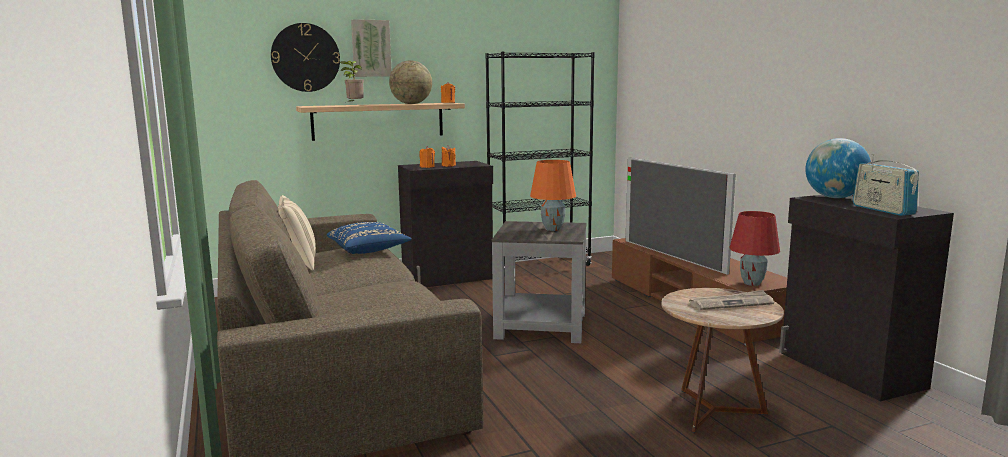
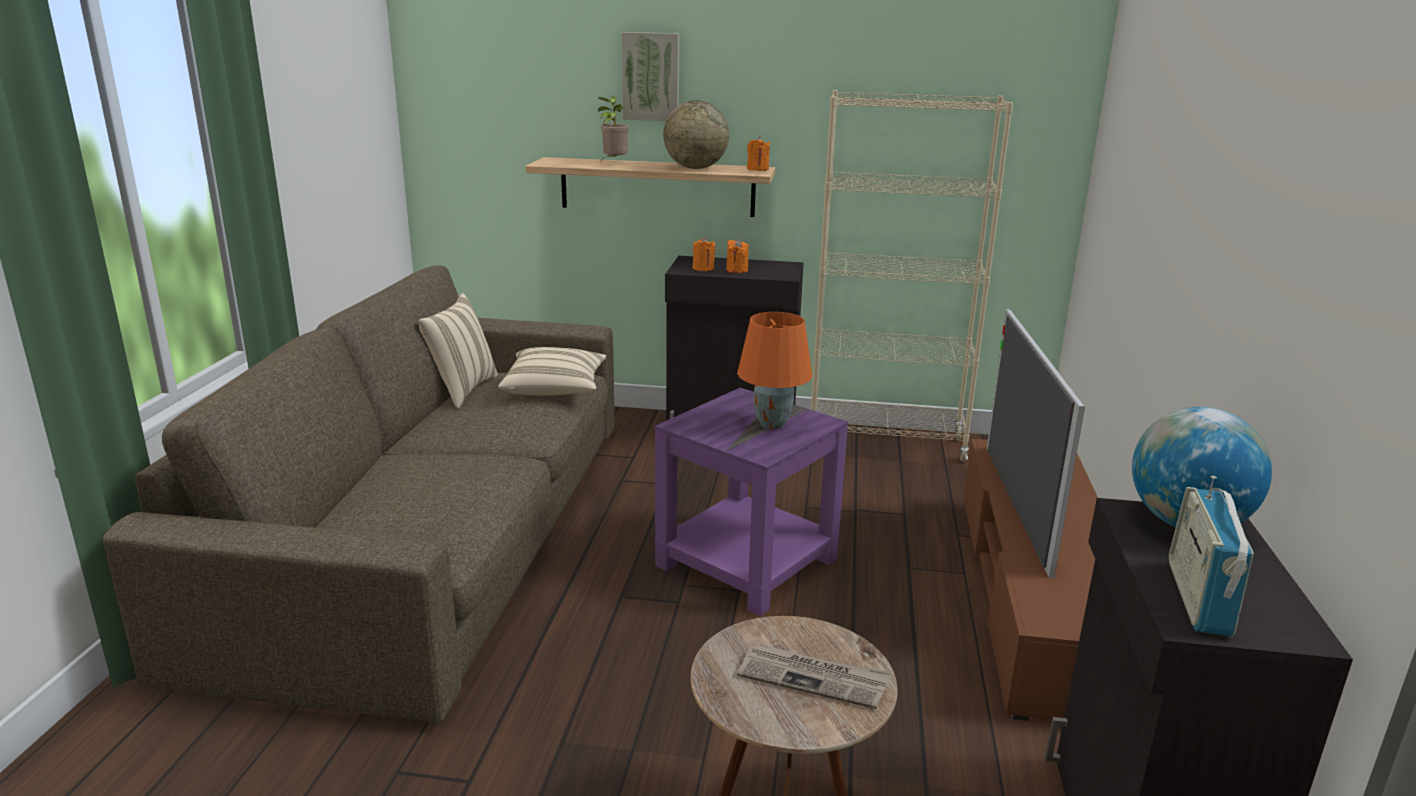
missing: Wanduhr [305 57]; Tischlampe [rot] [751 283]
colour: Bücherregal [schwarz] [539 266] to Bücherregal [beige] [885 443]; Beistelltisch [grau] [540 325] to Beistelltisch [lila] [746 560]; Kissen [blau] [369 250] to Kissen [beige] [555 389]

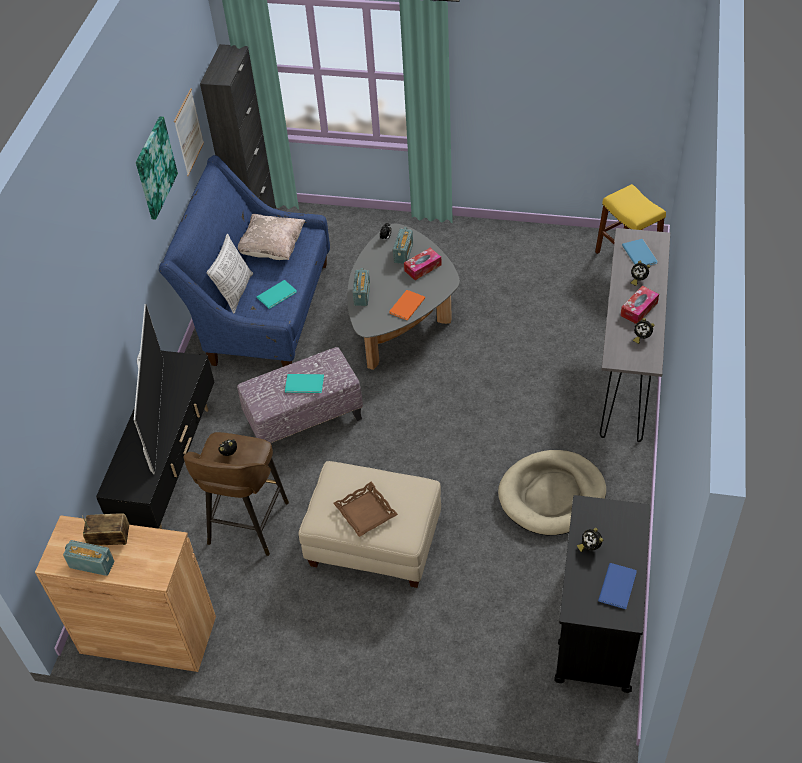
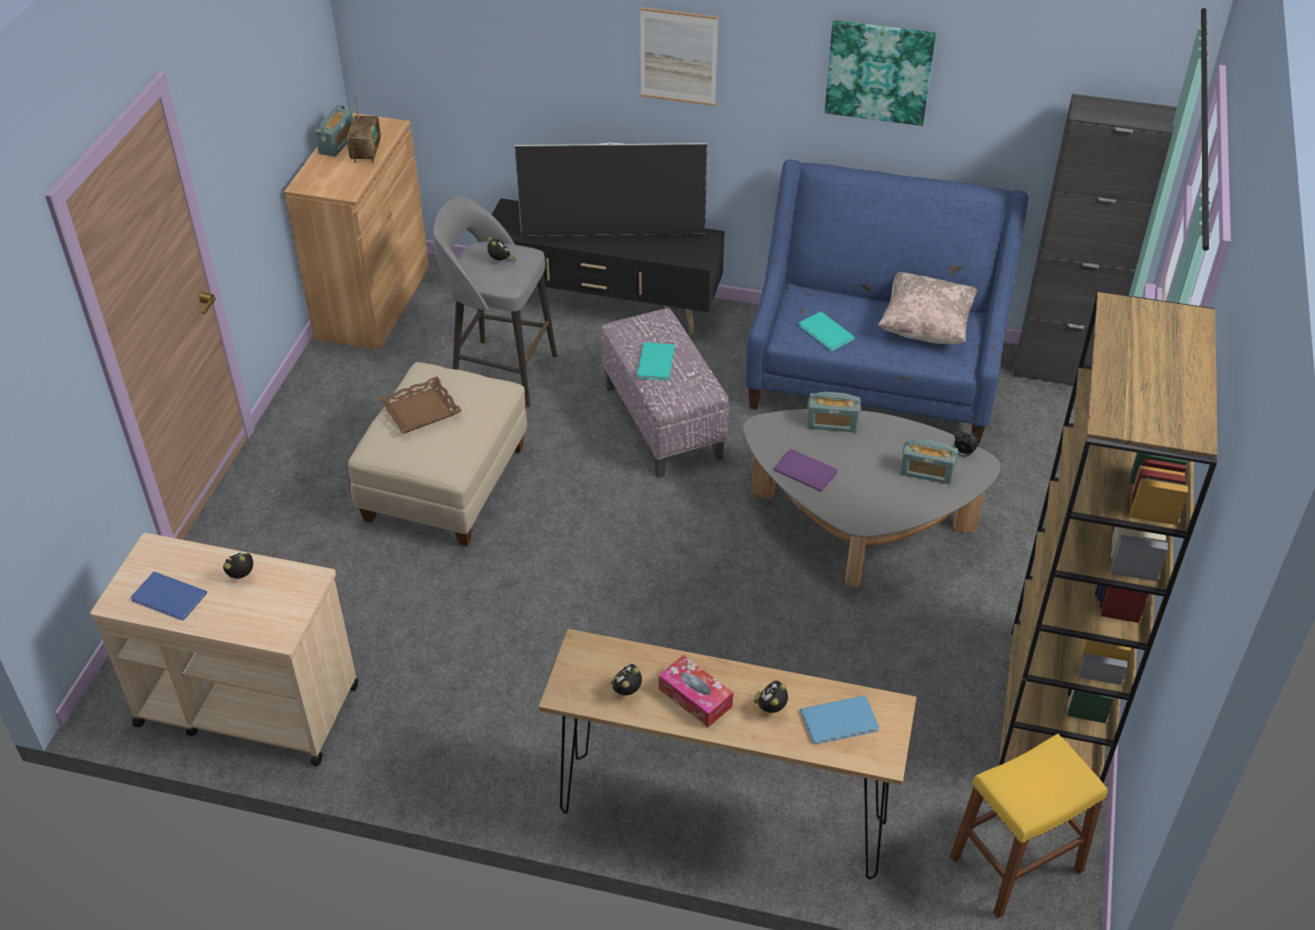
missing: Kissen [235 292]; Taschentuchbox [422 268]; Hundebett [beige] [552 495]
appeared: Bücherregal [braun] [1053 712]
relocated: Bild [188 132] to [678 57]
colour: Konsolentisch [grau] [626 371] to Konsolentisch [braun] [721 816]; Buch [orange] [405 306] to Buch [lila] [804 470]; Hocker [braun] [247 525] to Hocker [grau] [501 372]; Rollwagen [schwarz] [597 626] to Rollwagen [beige] [246 705]

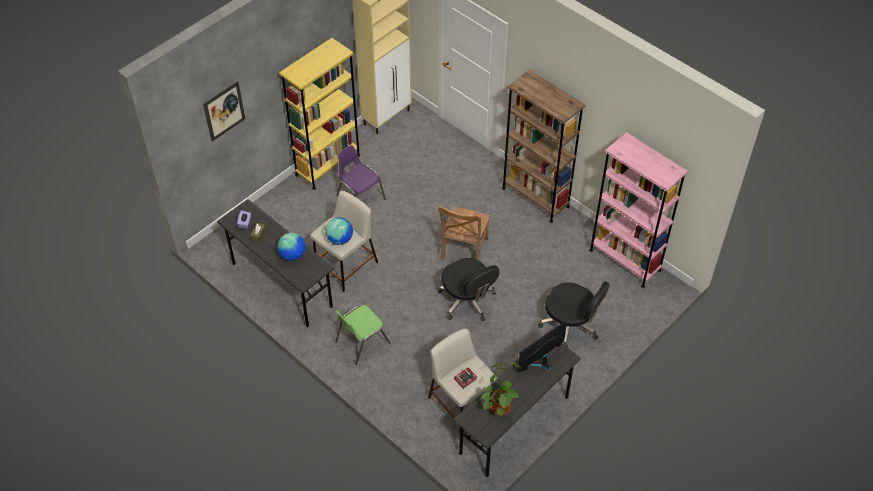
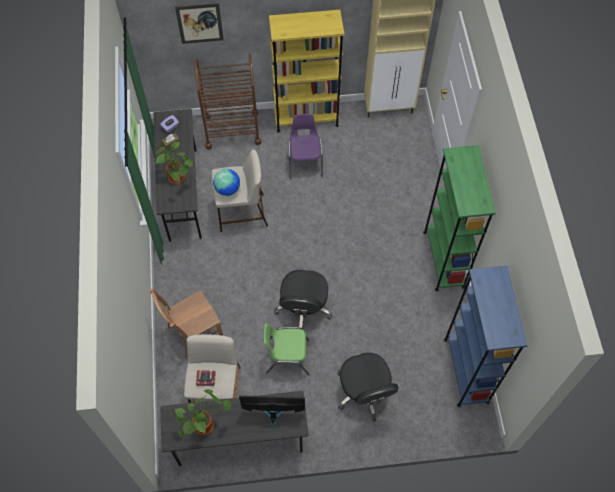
appeared: Rollwagen [braun] [232 130]
relocated: Stuhl [braun] [463 251] to [193 333]; Stuhl [grün] [361 342] to [287 356]
exchanged: Globus [293 255] to Topfpflanze [178 178]
colour: Bücherregal [braun] [535 197] to Bücherregal [grün] [443 259]; Bücherregal [rosa] [625 260] to Bücherregal [blau] [466 370]

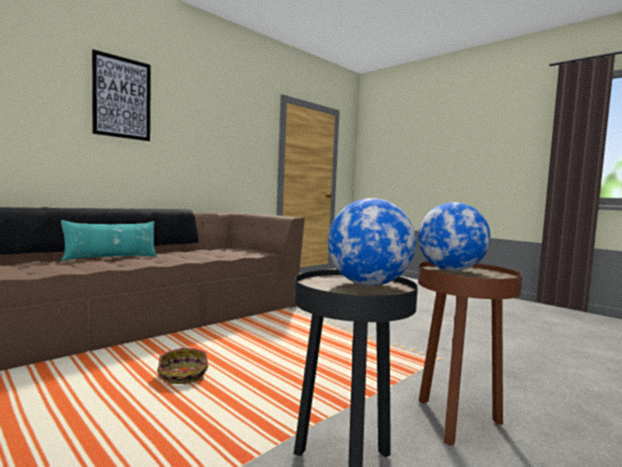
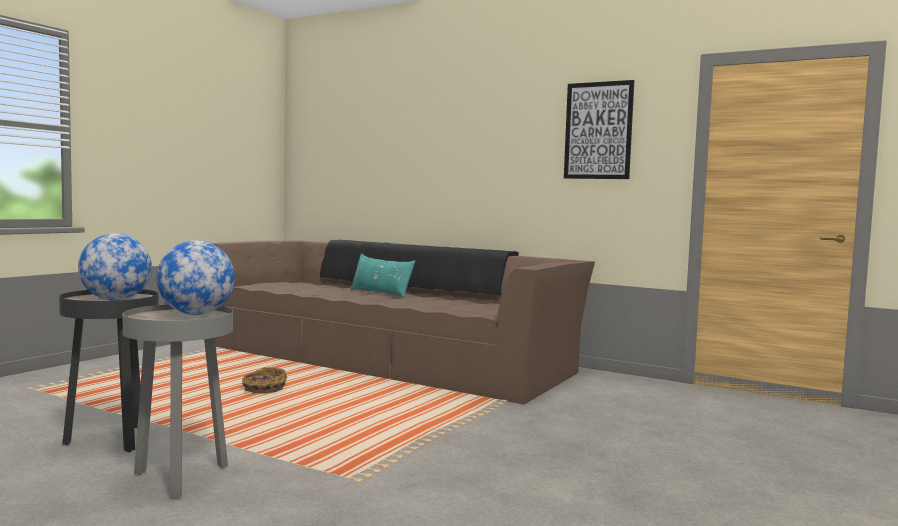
relocated: Bild [122 98] to [598 130]
colour: Beistelltisch [braun] [456 422] to Beistelltisch [grau] [179 479]

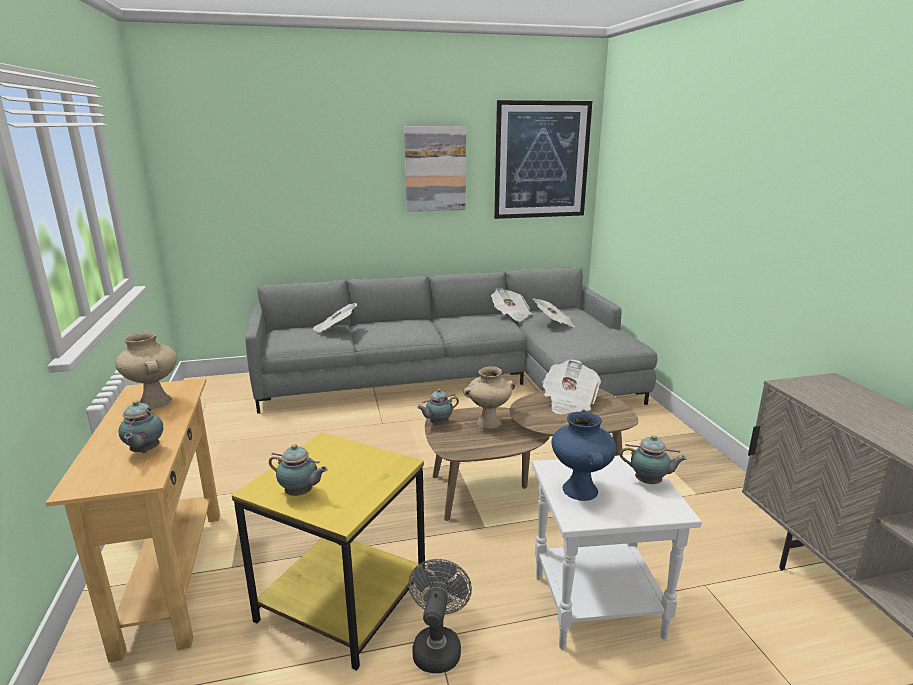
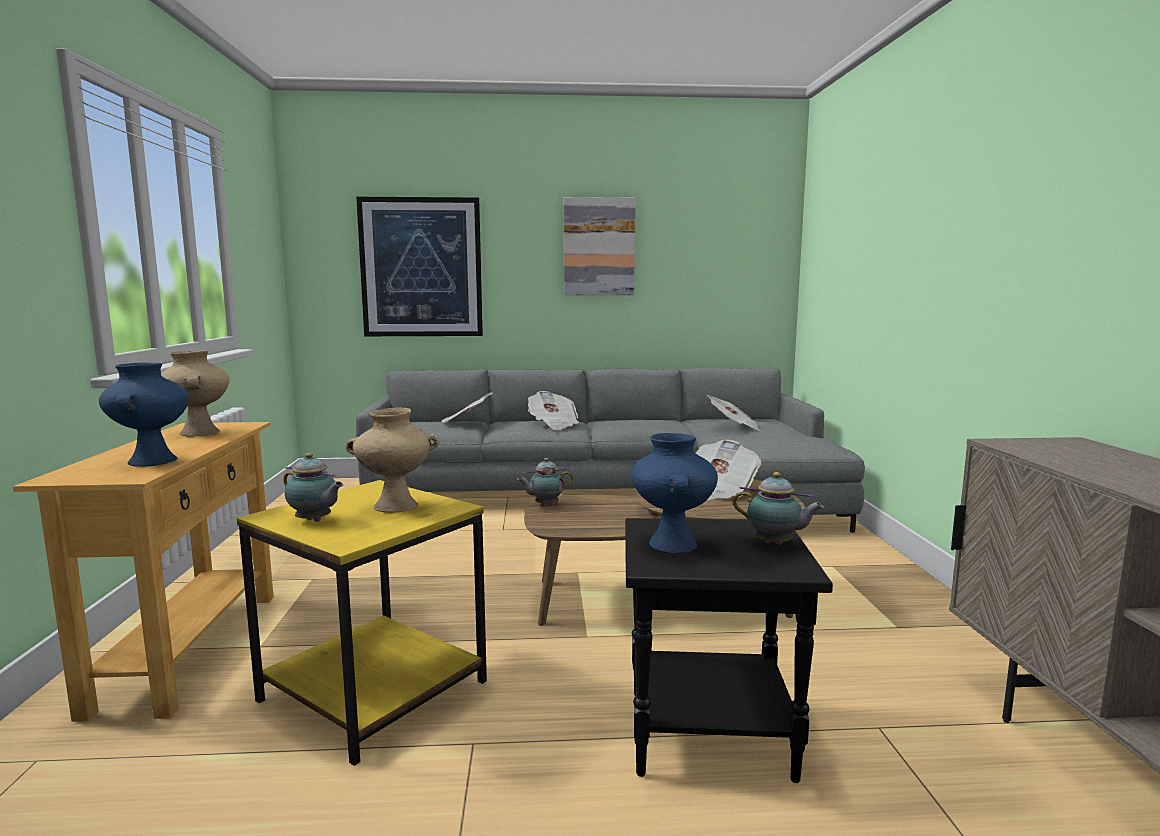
missing: Ventilator [grau] [437 646]
relocated: Bild [541 160] to [421 267]; Zeitung [511 315] to [553 424]; Vase [beige] [488 423] to [394 507]
exchanged: Teekanne [144 451] to Vase [blau] [152 461]
colour: Beistelltisch [weiß] [596 608] to Beistelltisch [schwarz] [707 736]

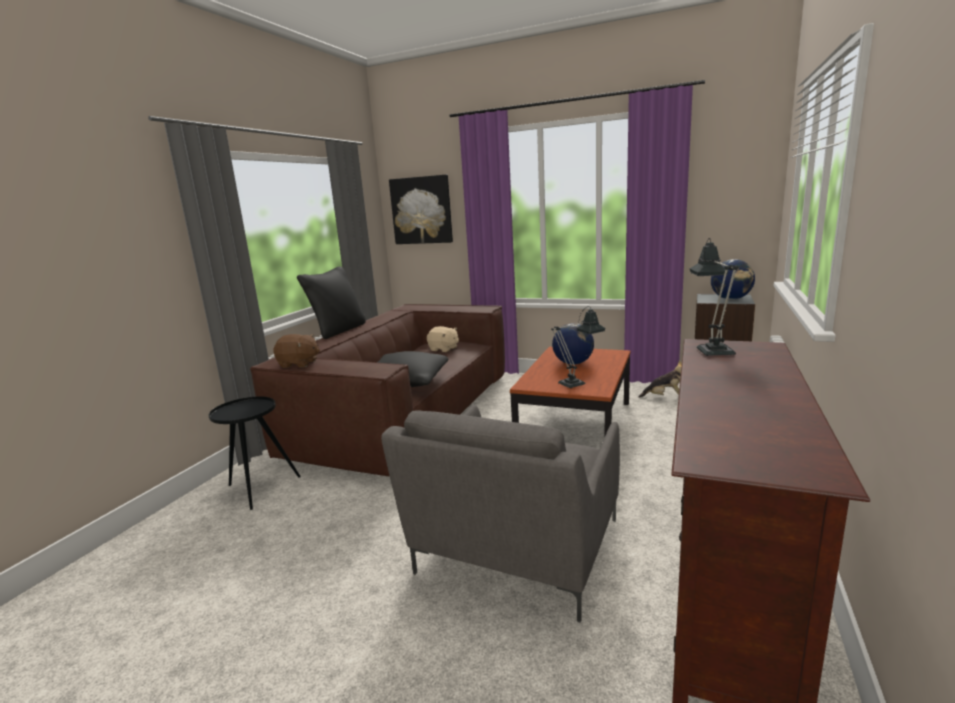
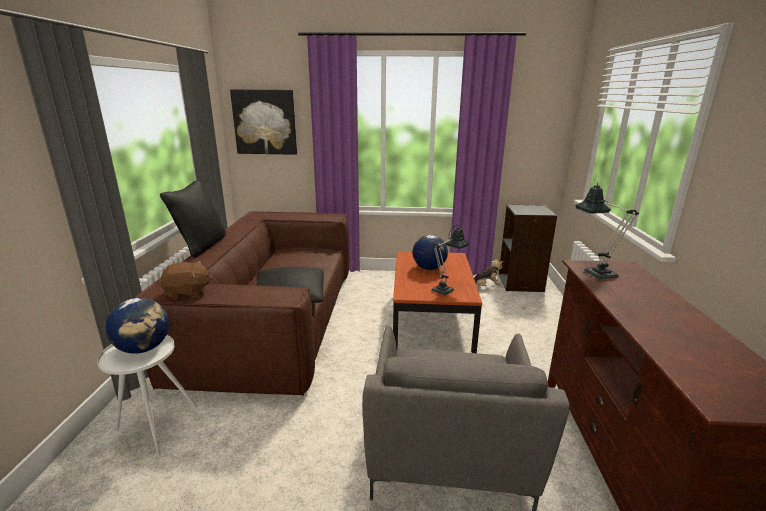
missing: Plüschtier [beige] [443 349]
relocated: Globus [731 299] to [144 348]
colour: Beistelltisch [schwarz] [259 488] to Beistelltisch [weiß] [156 428]

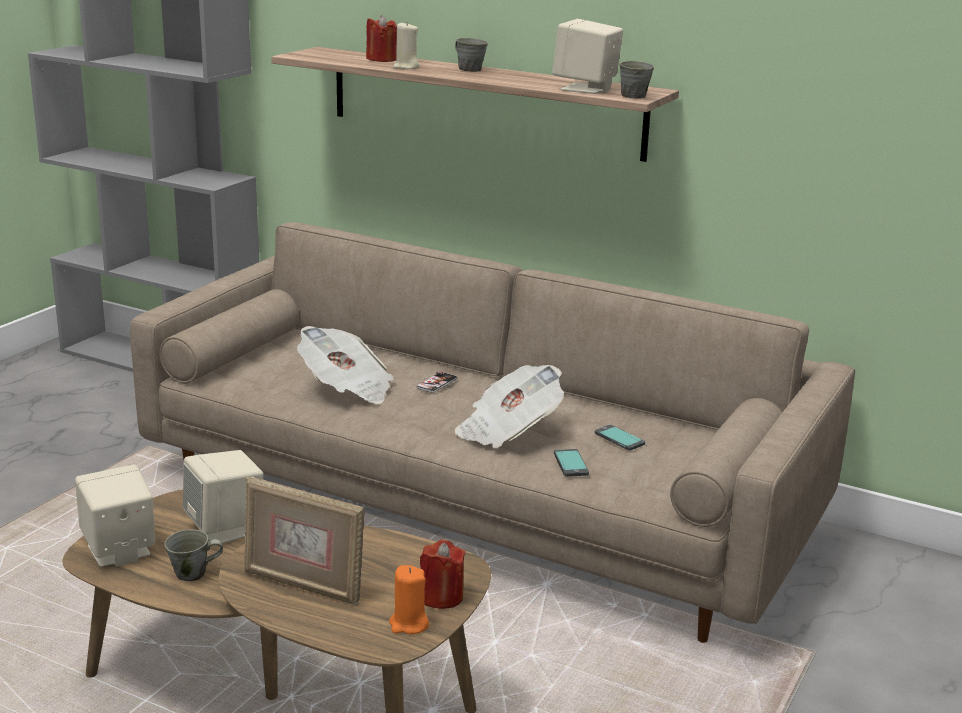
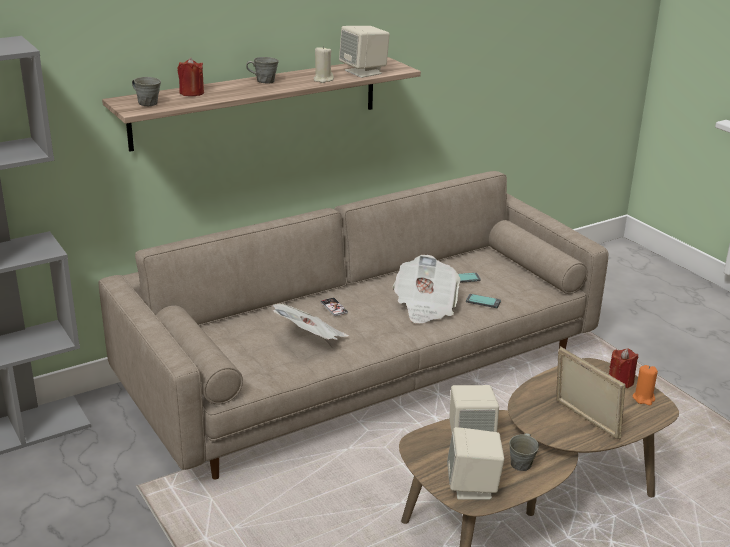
relocated: Kerze [beige] [406 67] to [323 80]; Henkelbecher [grau] [634 96] to [147 103]
spun: Bilderrahmen [303 585] = [585 420] 90 degrees counterclockwise

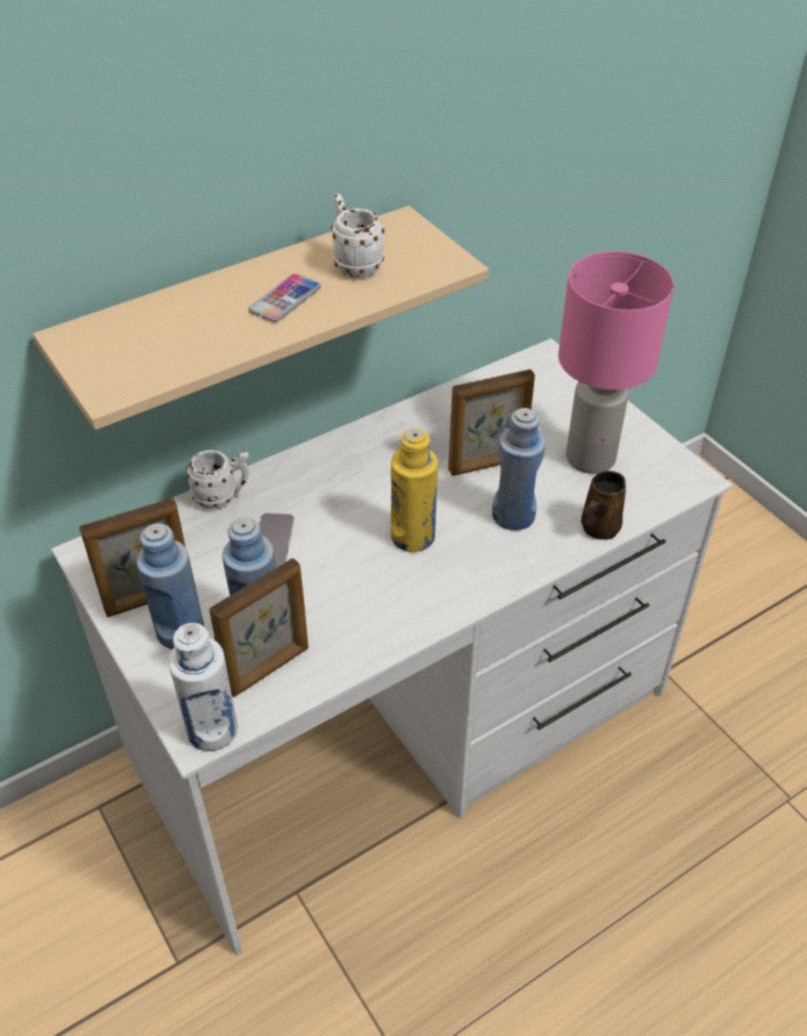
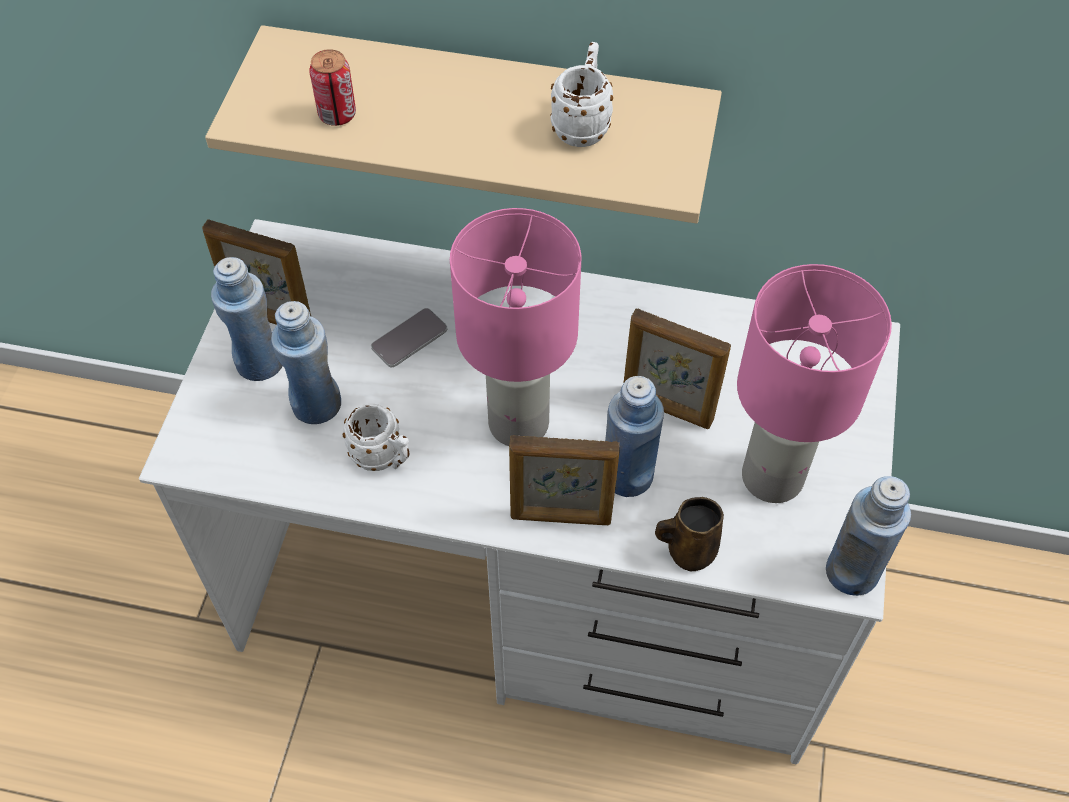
missing: Handy [285 299]; Flasche [weiß] [212 730]
appeared: Dose [337 115]; Flasche [blau] [852 572]
relocated: Henkelbecher [weiß] [223 497] to [383 458]; Bilderrahmen [268 669] to [561 517]
exchanged: Flasche [gelb] [413 536] to Tischlampe [rosa] [519 424]

